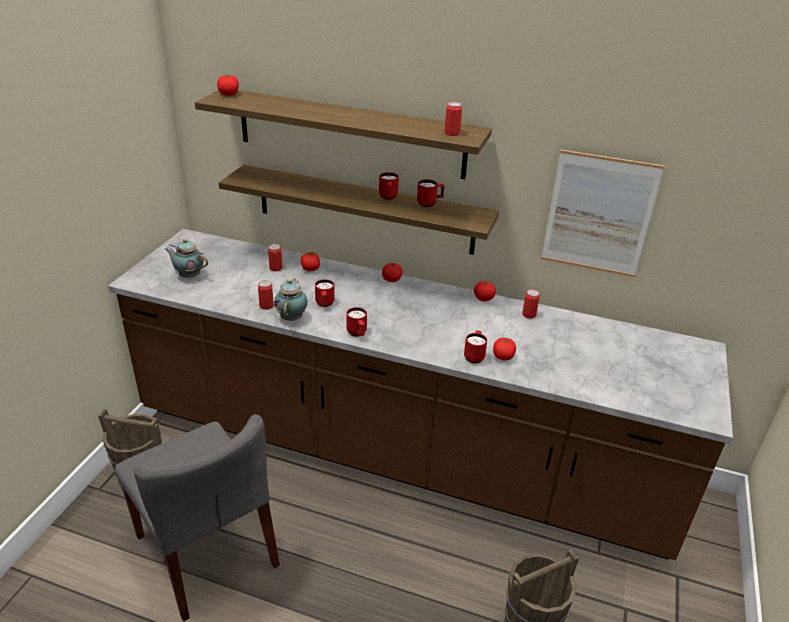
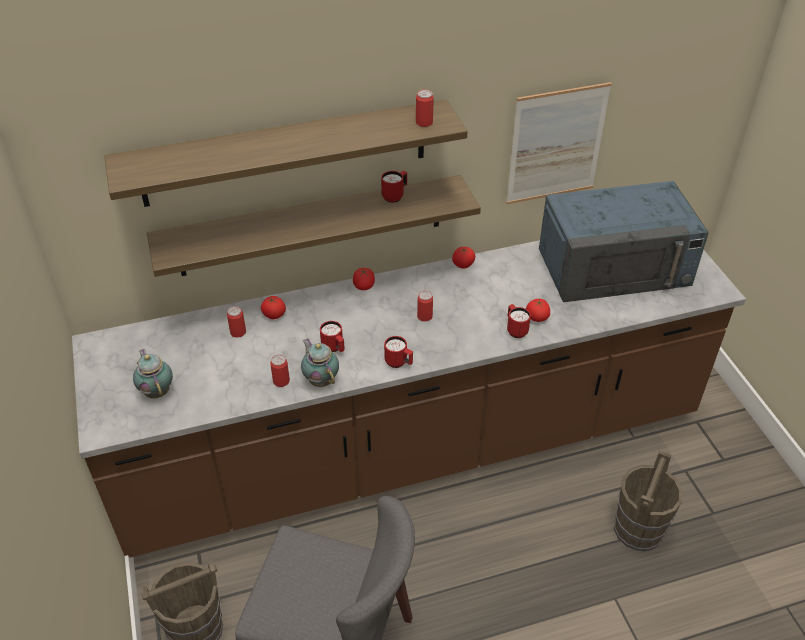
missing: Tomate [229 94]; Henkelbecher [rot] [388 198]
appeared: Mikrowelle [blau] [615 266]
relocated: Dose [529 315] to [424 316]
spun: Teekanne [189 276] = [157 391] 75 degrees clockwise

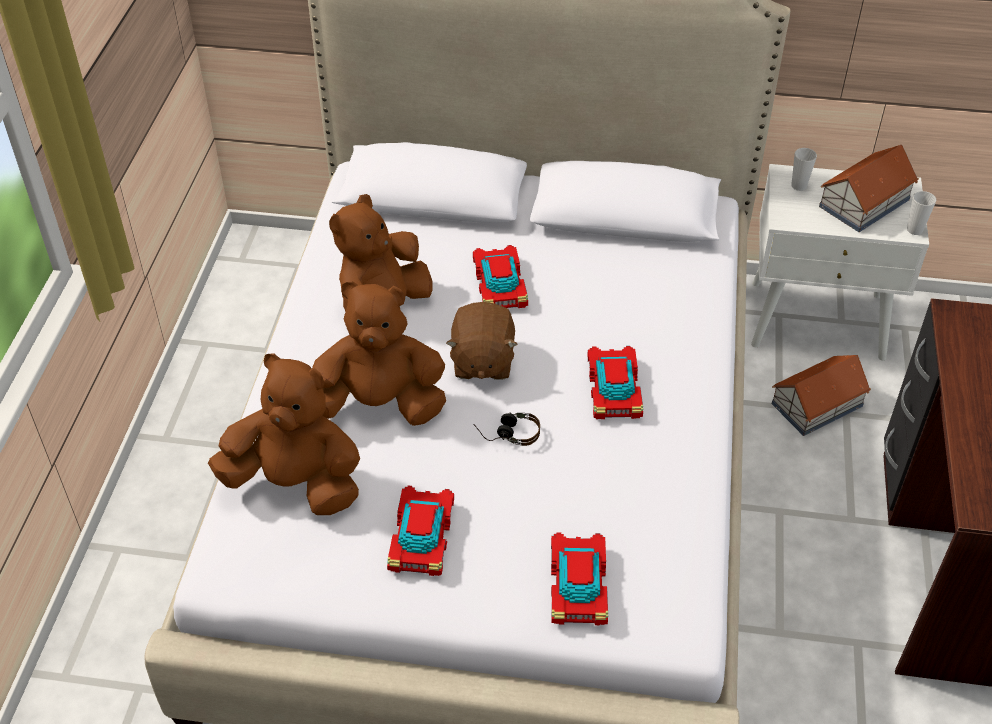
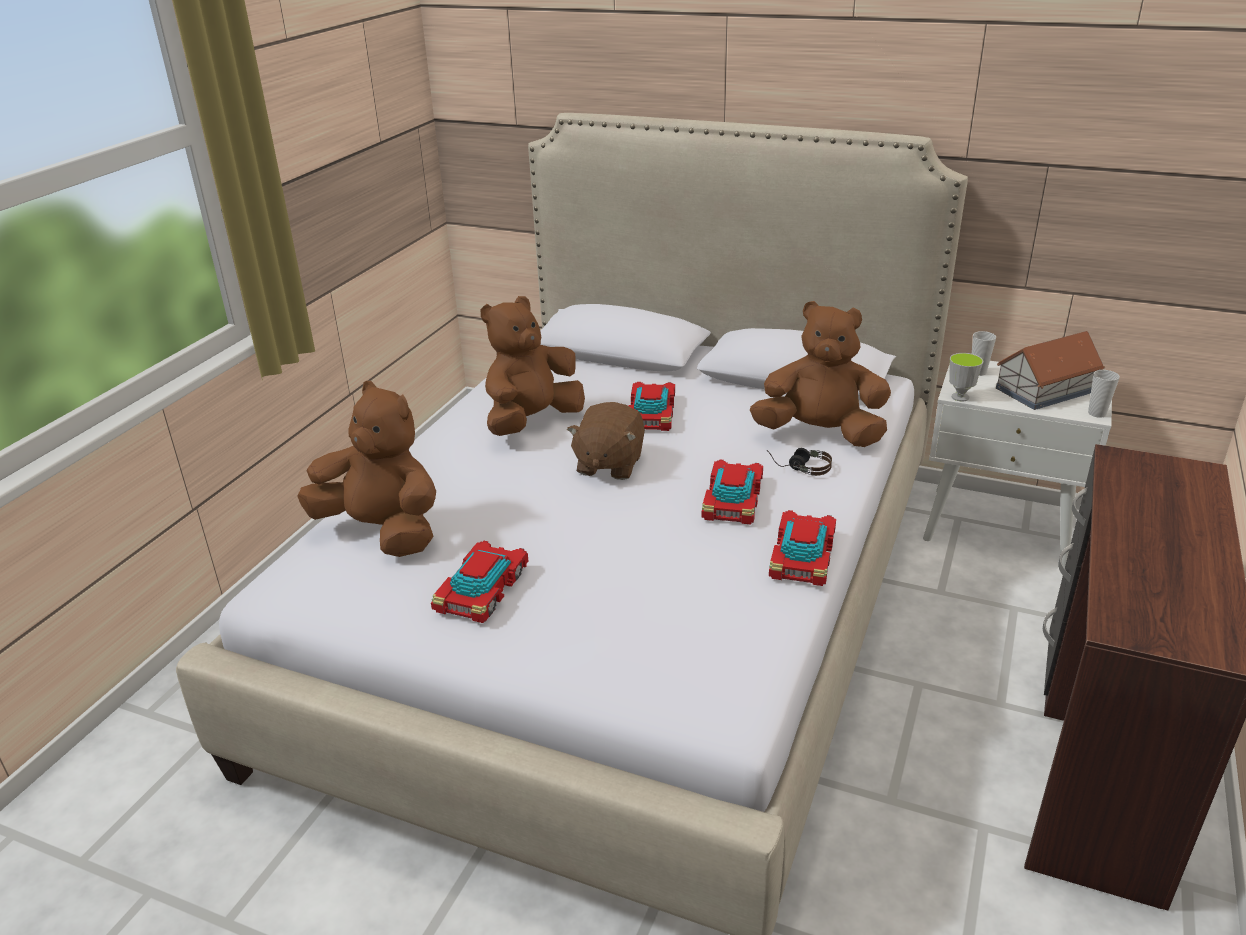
missing: Spielzeughaus [818 404]
appeared: Tasse [960 397]
relocated: Plüschtier [braun] [379 405] to [820 434]; Kopfhörer [507 433] to [799 467]; Spielzeugauto [579 584] to [803 556]

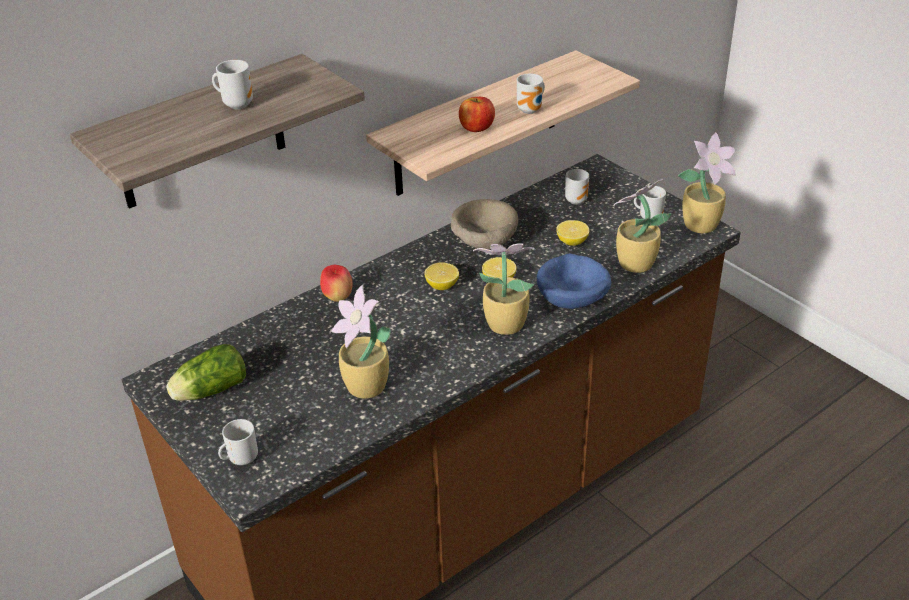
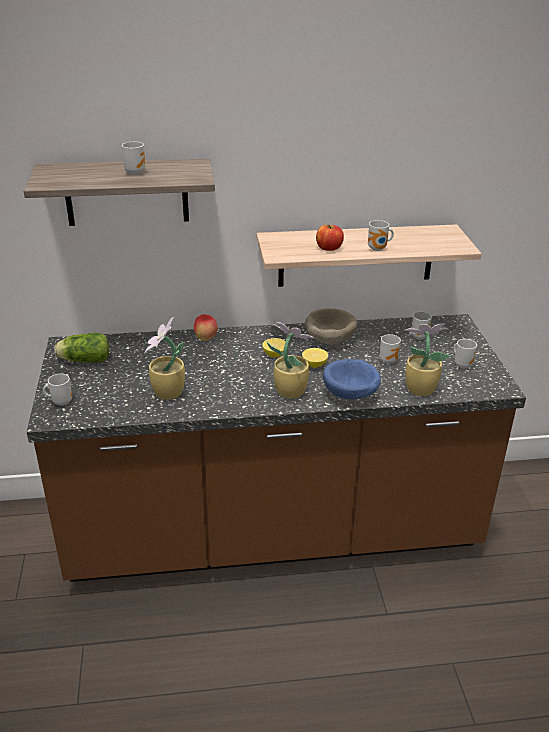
missing: Topfpflanze [702 225]
exchanged: Zitrone [572 242] to Henkelbecher [389 360]

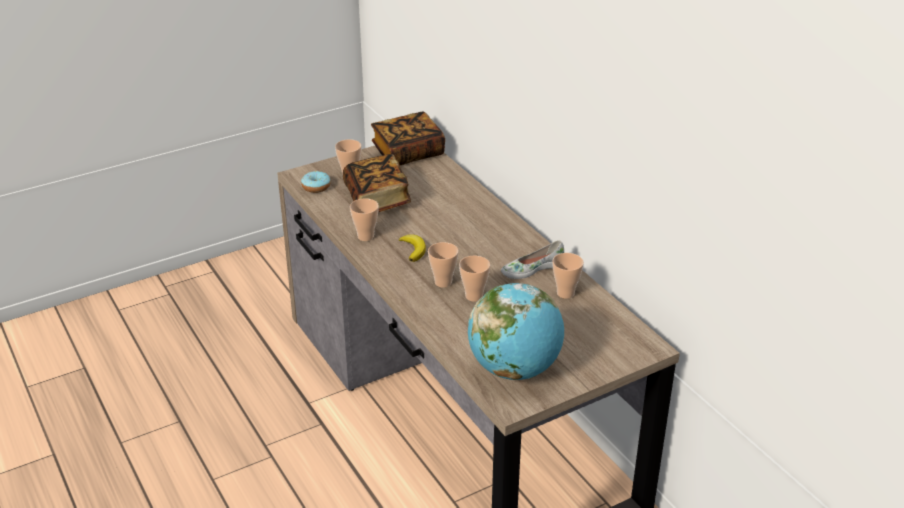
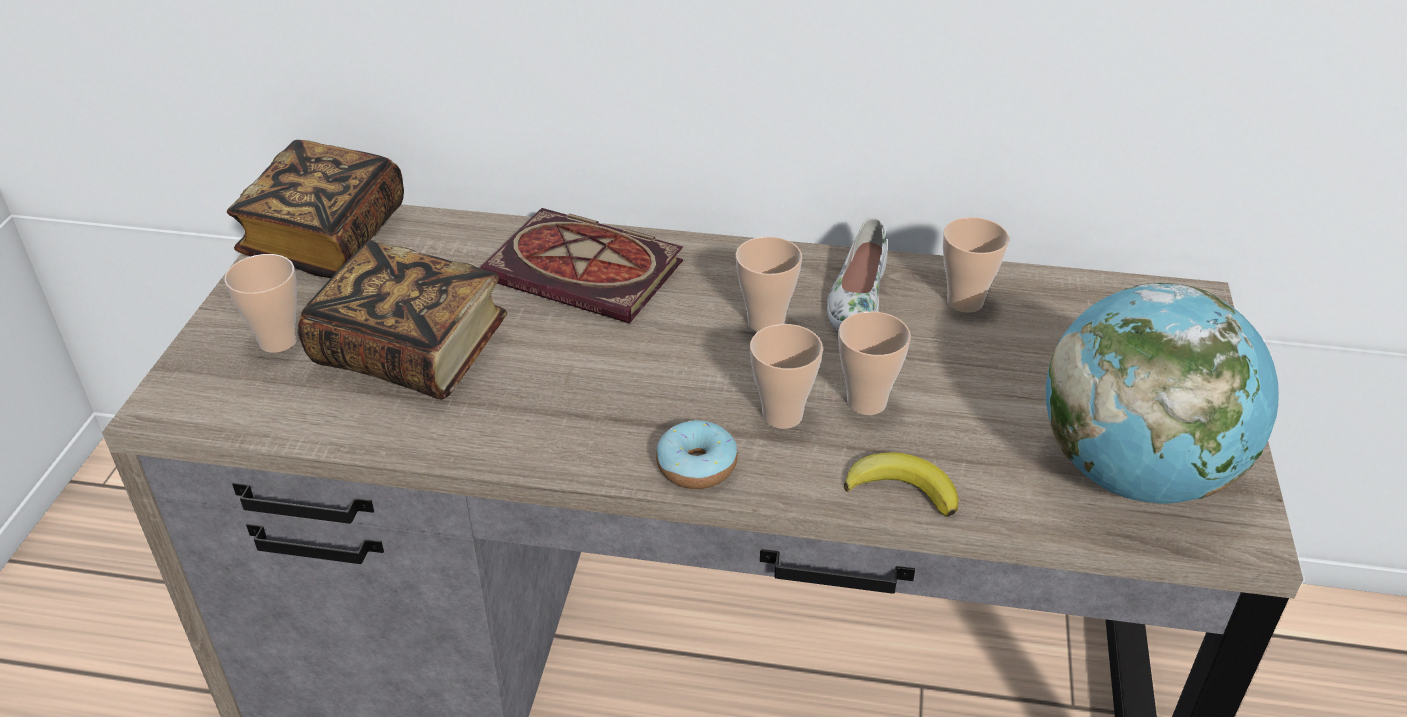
appeared: Buch [589 271]
relocated: Donut [316 187] to [696 466]; Tasse [365 236] to [766 322]; Banane [413 249] to [902 489]

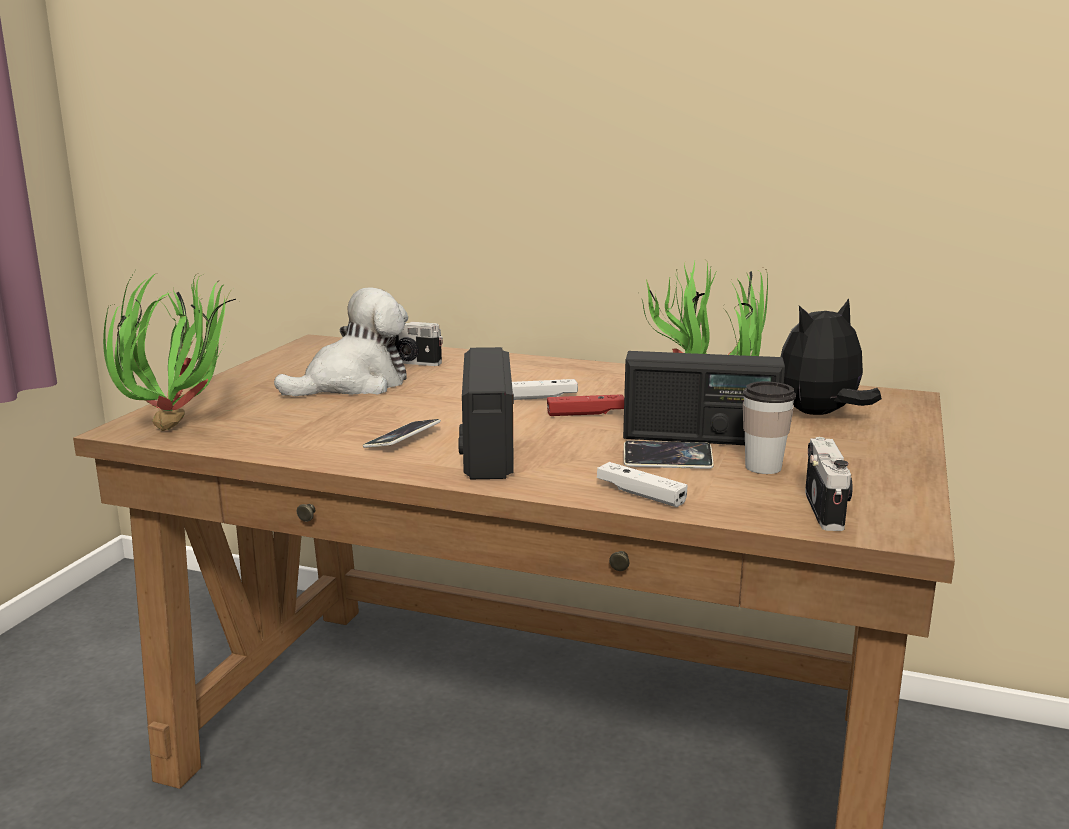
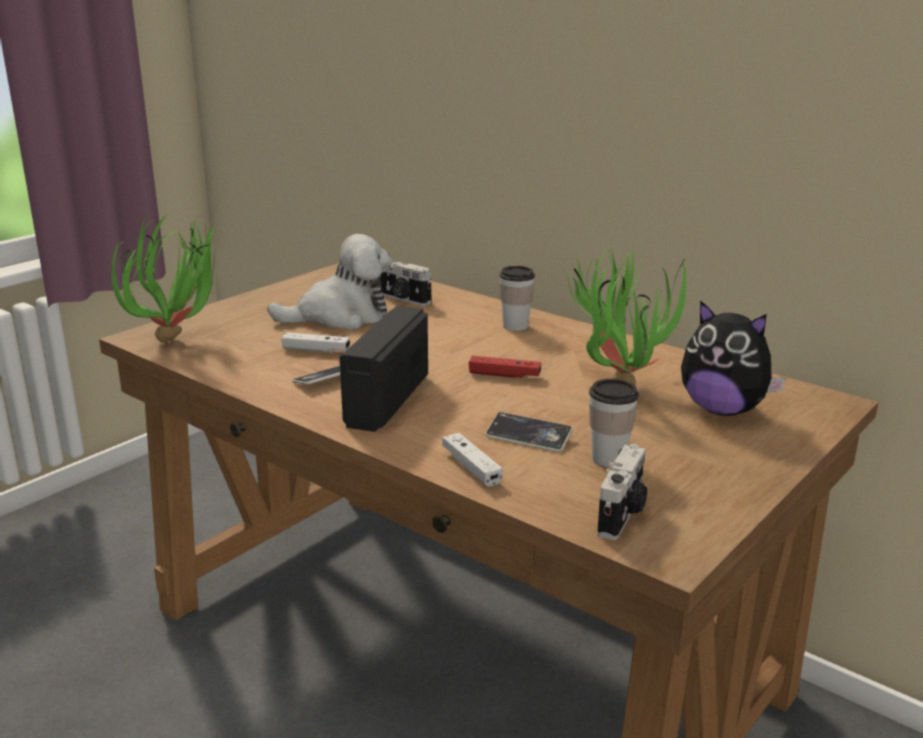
missing: Radio [700 438]
appeared: Tasse [515 326]
relocated: Gamepad [weiß] [540 397] to [316 350]
spun: Plüschtier [820 415] = [723 410] 135 degrees counterclockwise

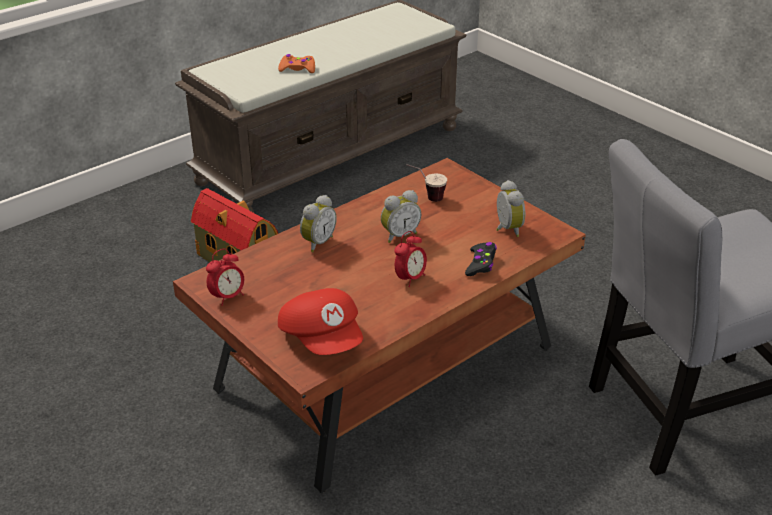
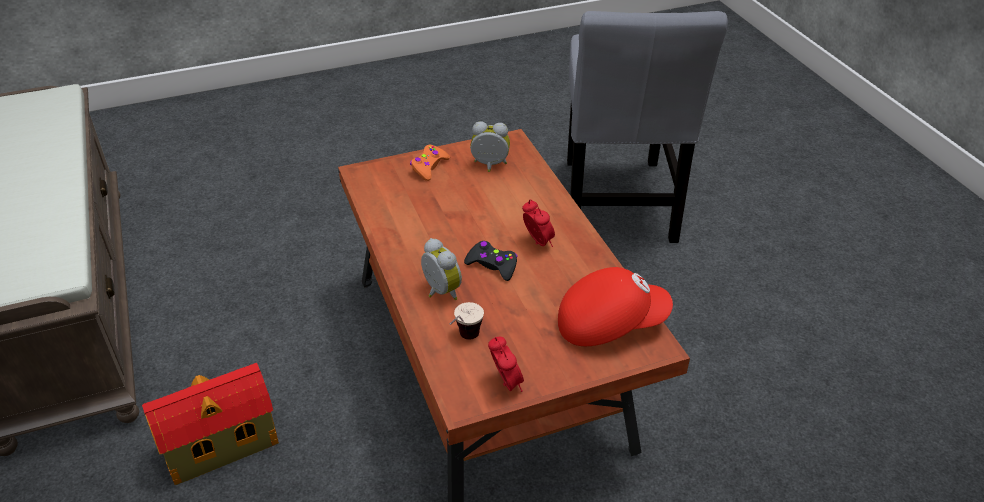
missing: Wecker [399 235]
relocated: Gamepad [orange] [297 69] to [429 167]; Tasse [426 197] to [464 341]; Gamepad [schwarz] [481 264] to [492 265]

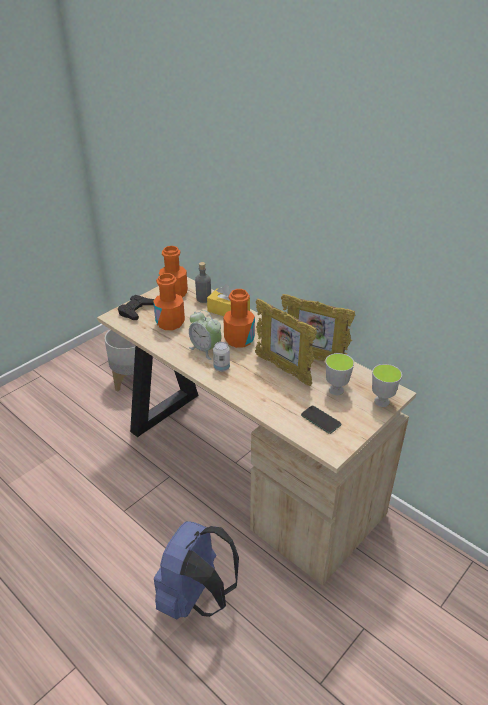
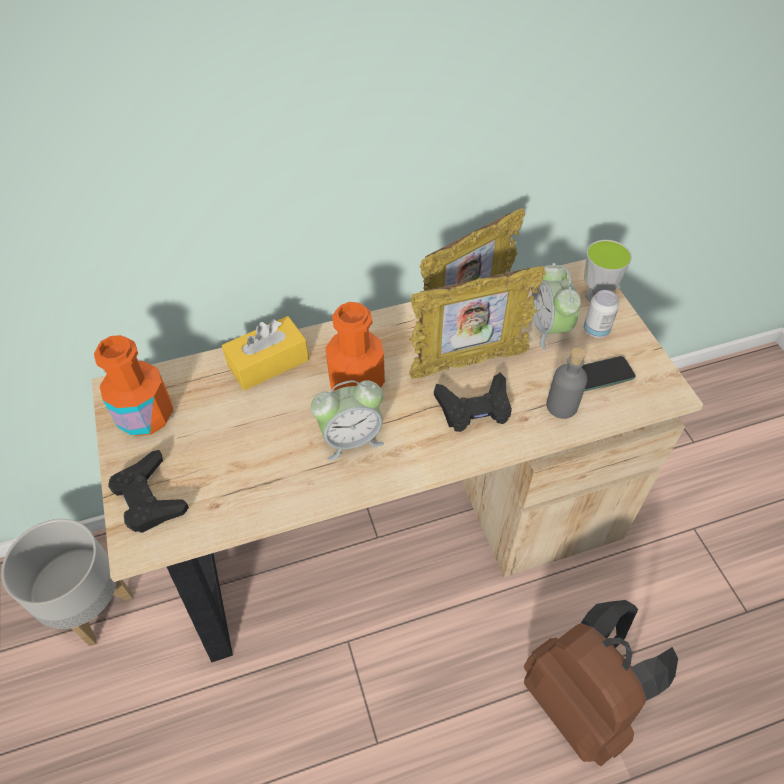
missing: Flasche [orange] [170 323]
appeared: Gamepad [schwarz] [474 408]
relocated: Flasche [grau] [203 298] to [561 406]; Dose [221 368] to [596 330]
exchanged: Tasse [336 390] to Wecker [548 328]
colour: Rucksack [blau] [196 598] to Rucksack [braun] [581 701]

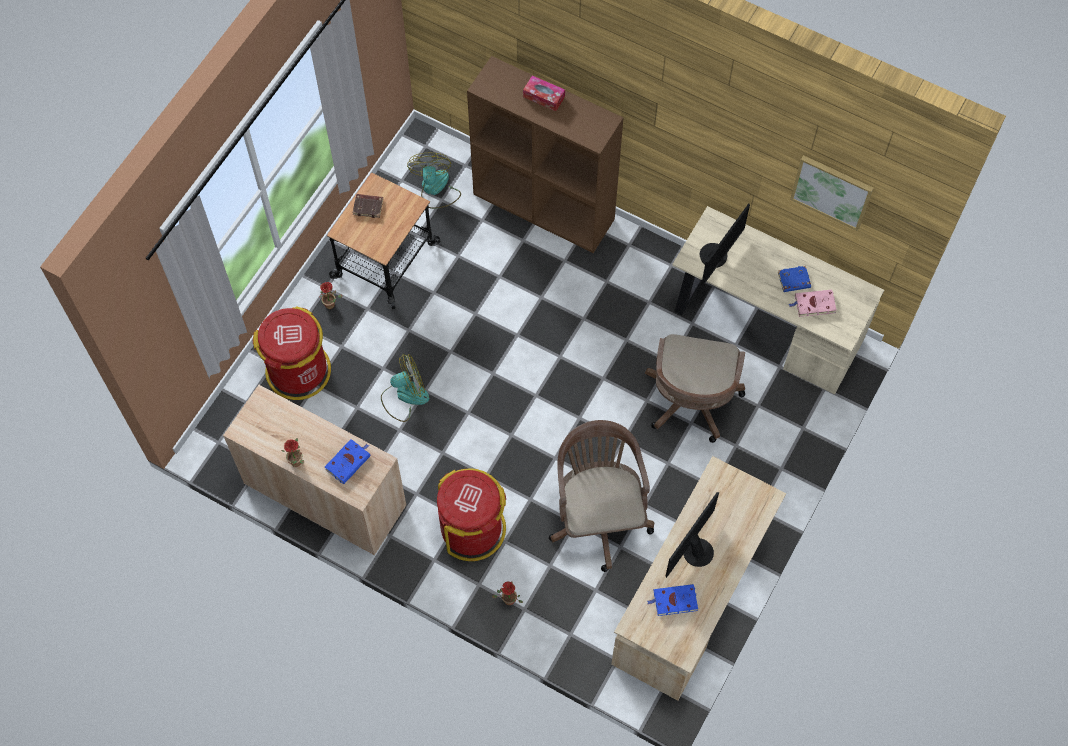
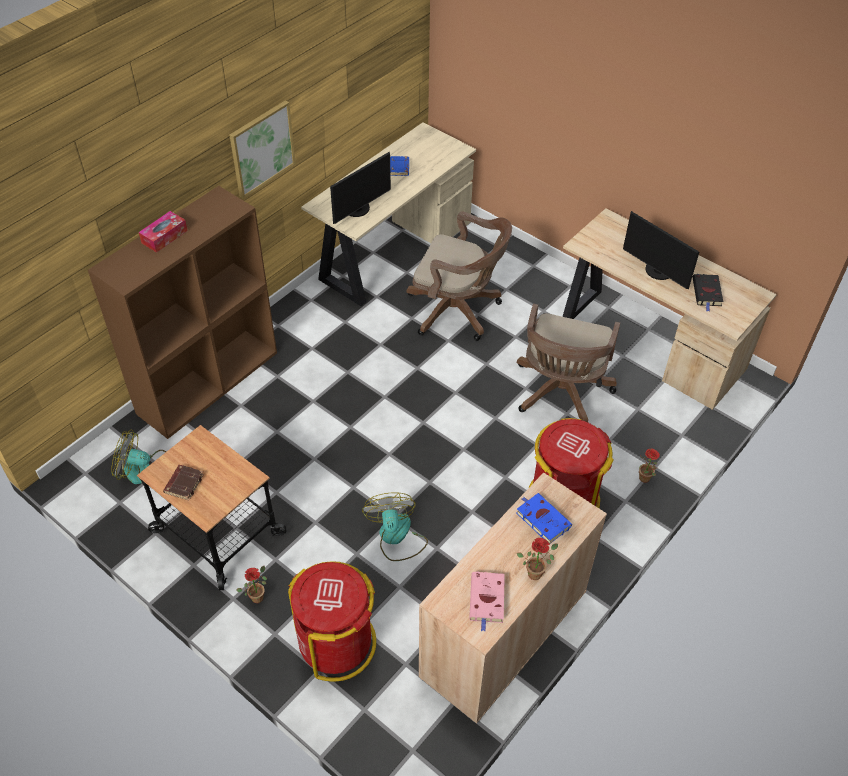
relocated: Bild [832 191] to [262 148]; Buch [rosa] [813 304] to [487 600]
colour: Buch [blau] [674 601] to Buch [schwarz] [707 293]
spun: Monitor [716 257] = [358 209] 90 degrees clockwise; Bürostuhl [braun] [598 514] = [560 394] 75 degrees counterclockwise

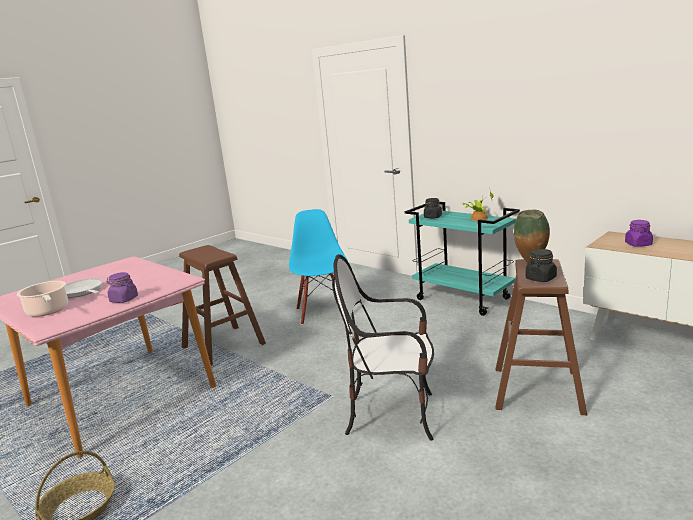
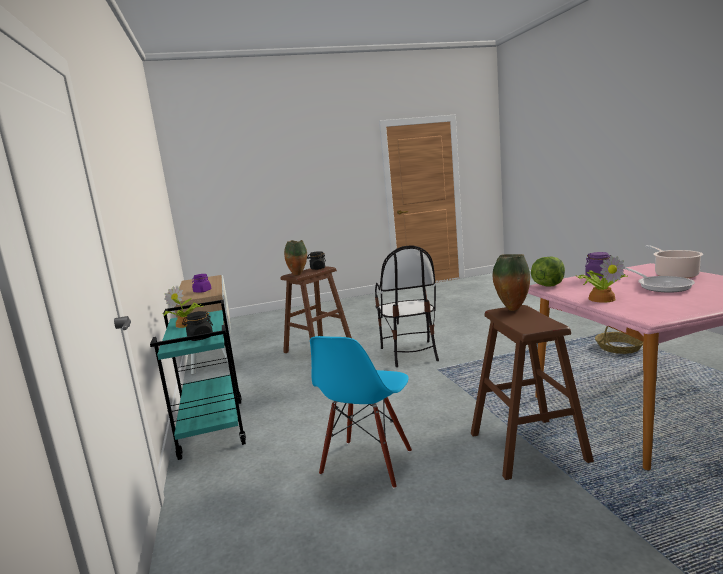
appeared: Vase [511 309]; Topfpflanze [602 298]; Salatkopf [548 285]
spun: Stuhl [392 415] = [410 353] 45 degrees clockwise

